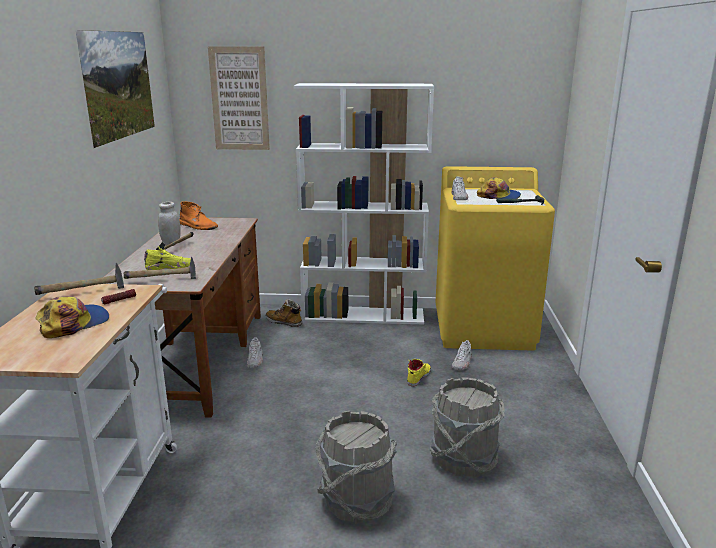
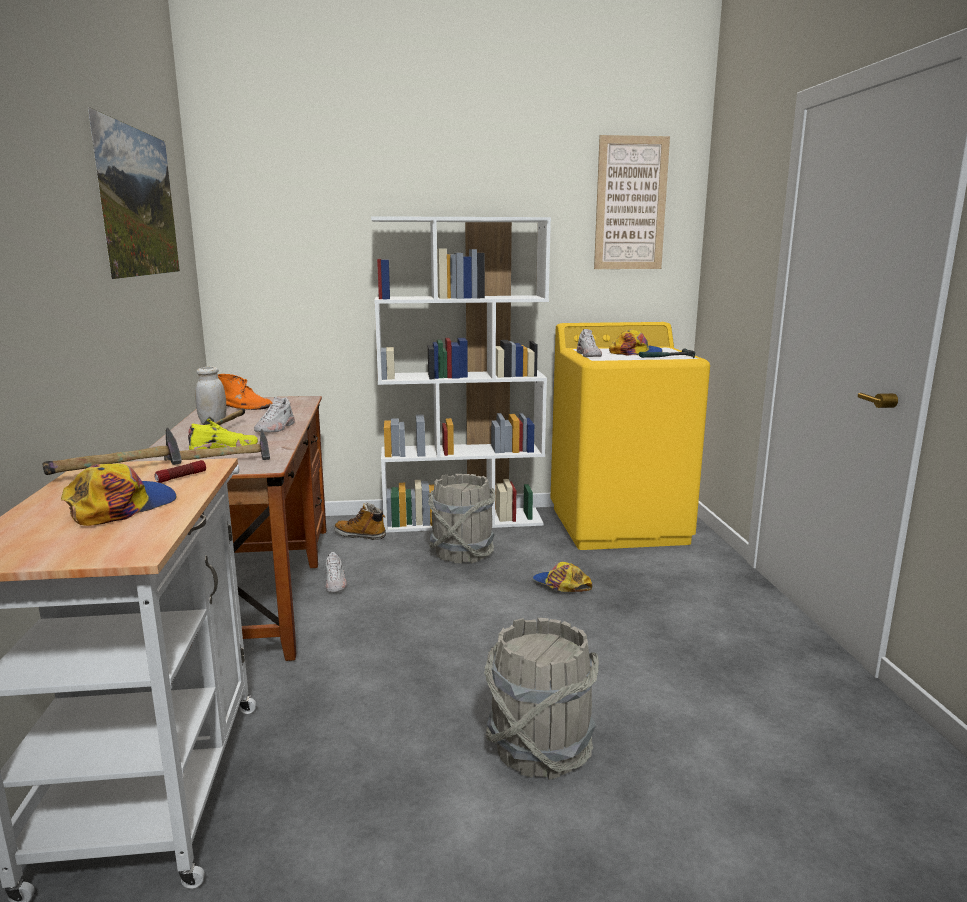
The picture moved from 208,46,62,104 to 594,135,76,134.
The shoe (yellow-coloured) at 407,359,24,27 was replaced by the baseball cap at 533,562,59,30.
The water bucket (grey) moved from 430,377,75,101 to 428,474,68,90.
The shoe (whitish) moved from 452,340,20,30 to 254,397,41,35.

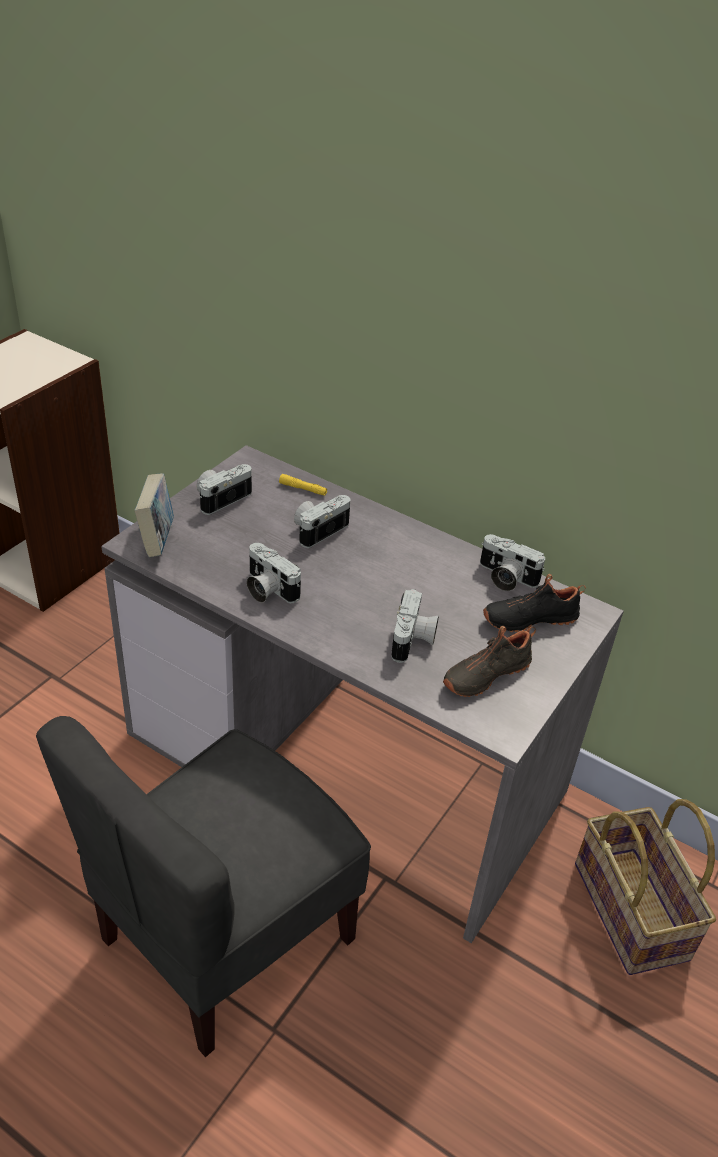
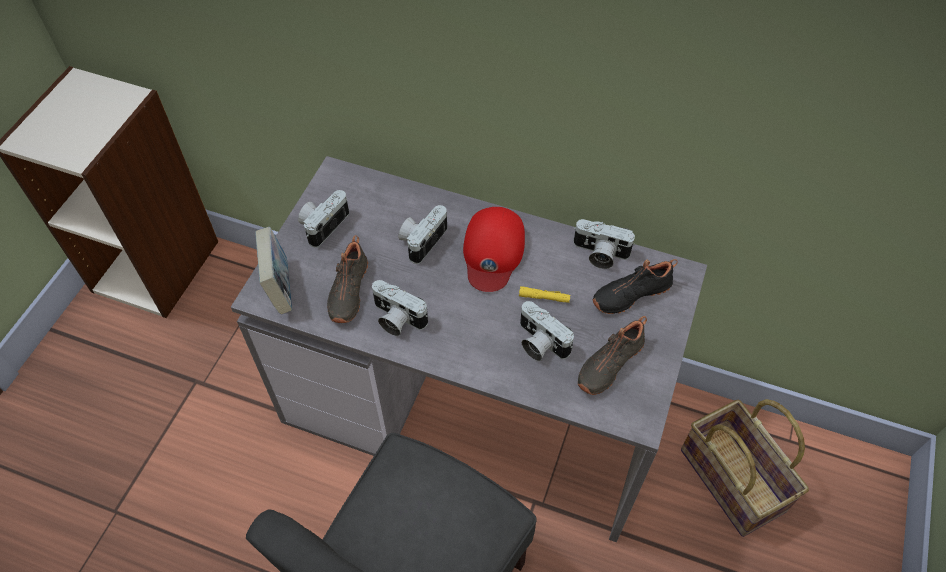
The flashlight (yellow-coloured) moved from 279,474,48,22 to 519,286,52,17.
The photo camera at 391,589,48,74 turned 135 degrees clockwise.
The shoe (blackish) at 327,235,41,88 appeared.
The baseball cap (reddish) at 463,207,62,85 appeared.

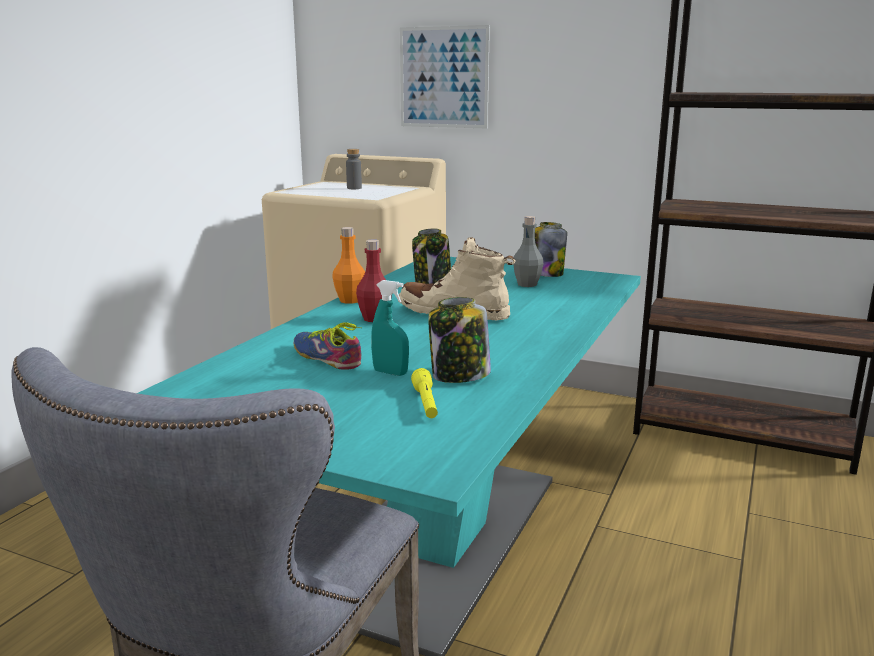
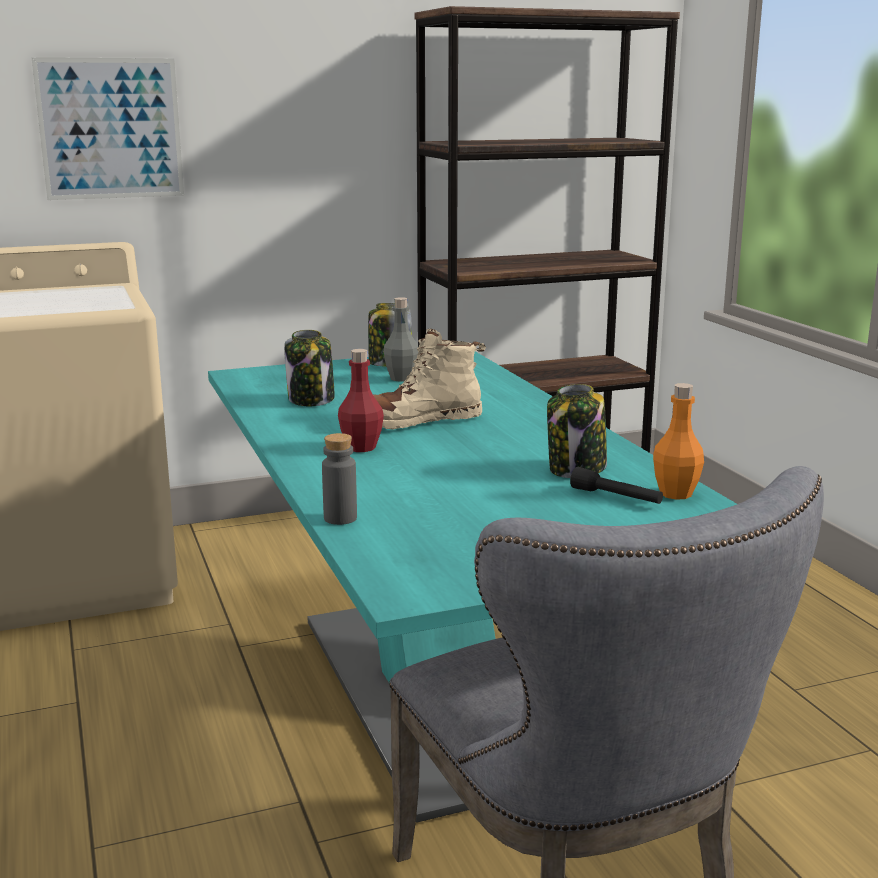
The shoe at 294,322,68,48 disappeared.
The bottle (orangey) moved from 332,227,33,77 to 653,383,51,117.
The bottle (grey) moved from 346,149,16,40 to 322,433,35,92.
The sprayer (turquoise-coloured) at 371,280,38,96 disappeared.
The flashlight (yellow-coloured) at 411,368,27,50 became the flashlight (blackish) at 570,467,93,37.

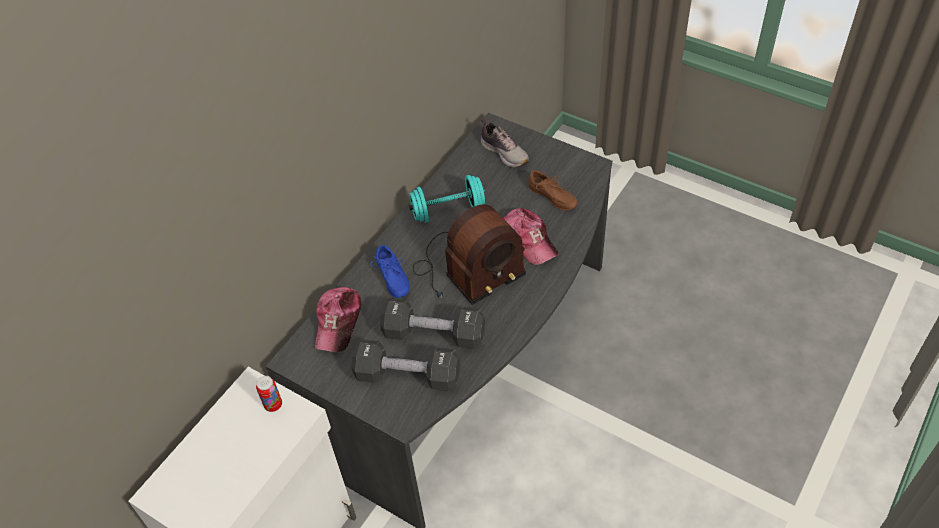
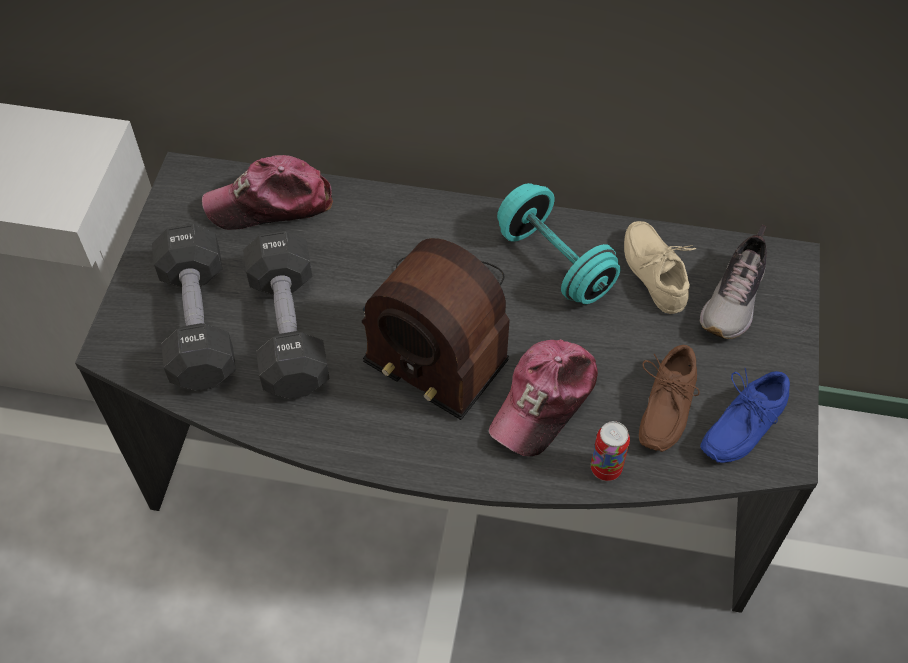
The metal can moved from 256,376,26,36 to 591,421,39,60.
The shoe (bluish) moved from 370,245,40,53 to 700,368,90,95.
The shoe (beige) at 624,221,72,93 appeared.

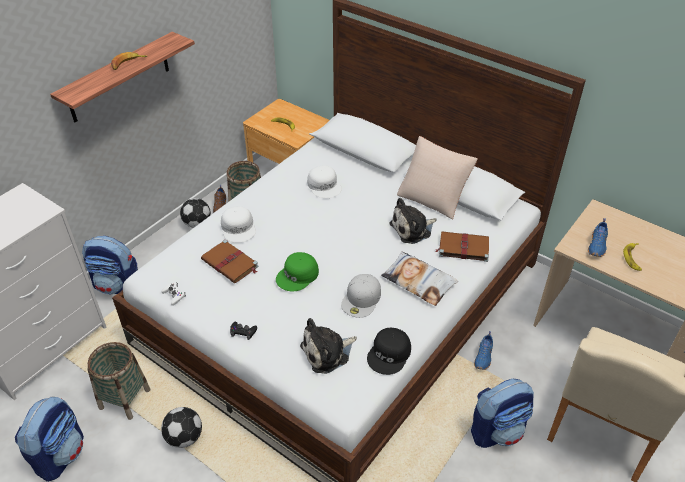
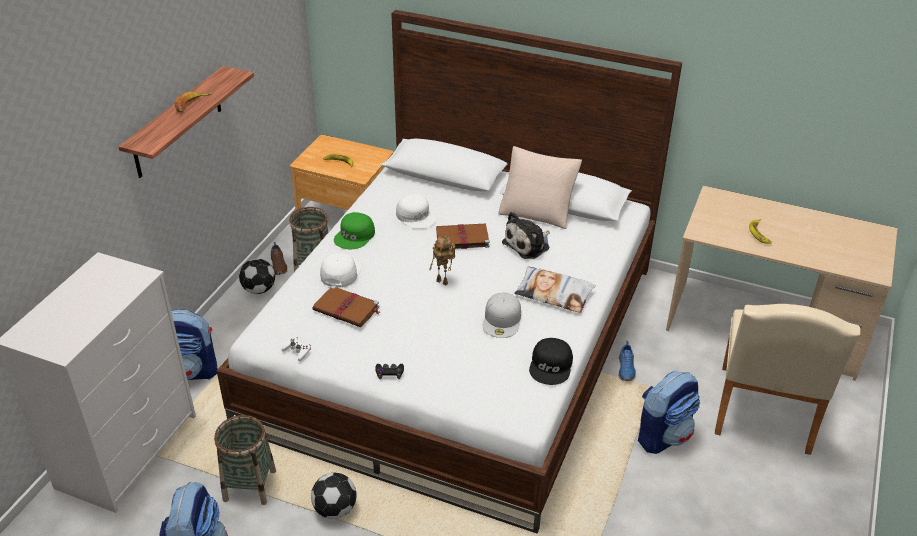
The baseball cap (whitish) at 221,206,35,37 turned 135 degrees counterclockwise.
The baseball cap (green) moved from 276,252,43,39 to 334,212,41,37.
The plush toy at 300,318,57,56 disappeared.
The book (brownish) moved from 435,231,54,31 to 433,224,57,25.
The shoe (bluish) at 588,218,20,39 disappeared.
The robot figure at 430,236,25,49 appeared.

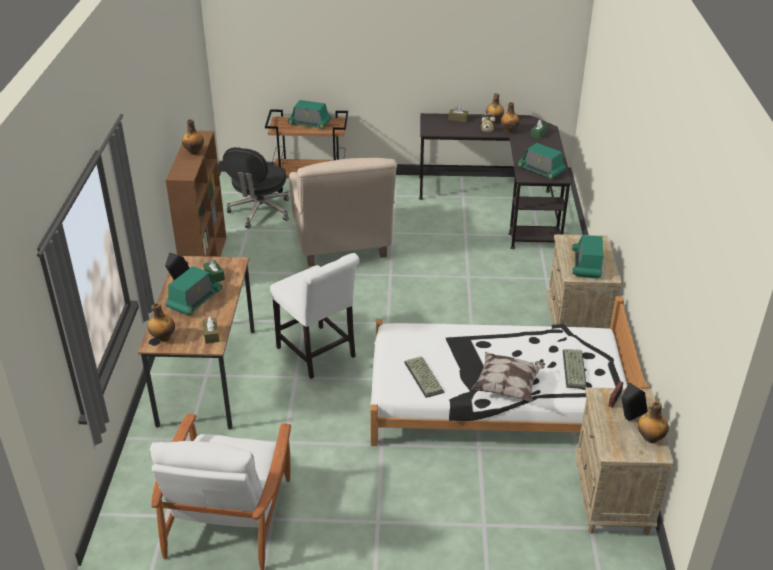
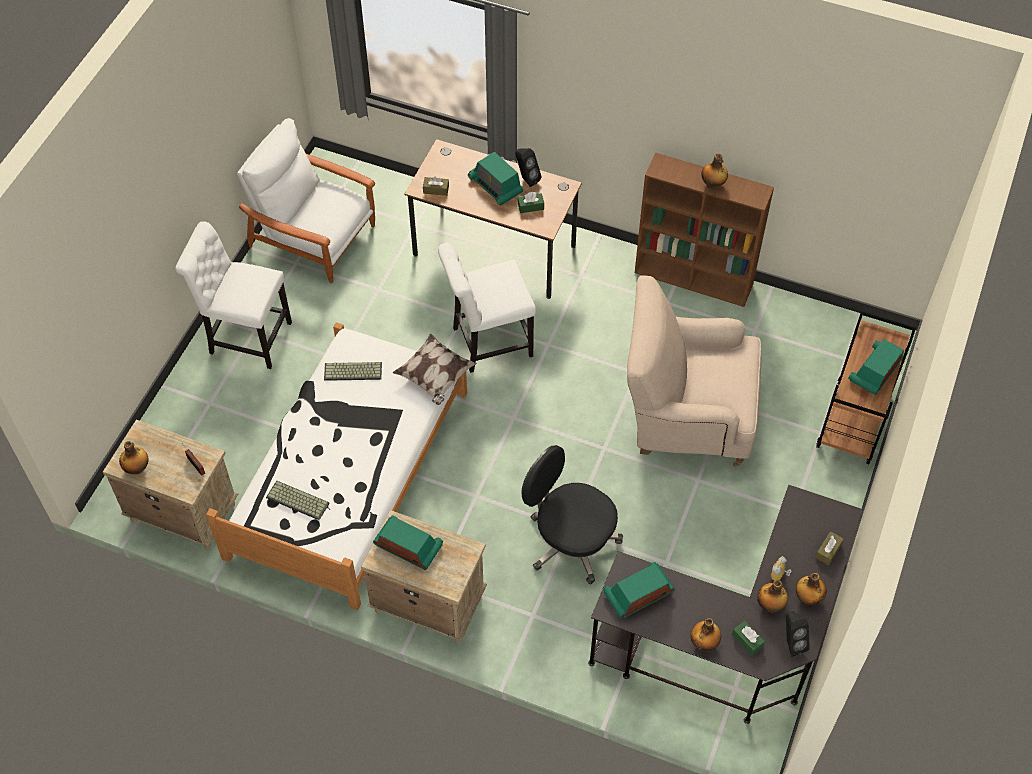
The bottle moved from 148,303,27,39 to 691,618,30,33.
The computer chair (blackish) moved from 223,147,66,81 to 521,445,102,139.
The pillow moved from 471,352,74,50 to 393,333,84,72.
The loudspeaker (blackish) moved from 622,382,25,39 to 786,611,24,46.
The chair (whitish) at 175,221,117,148 appeared.

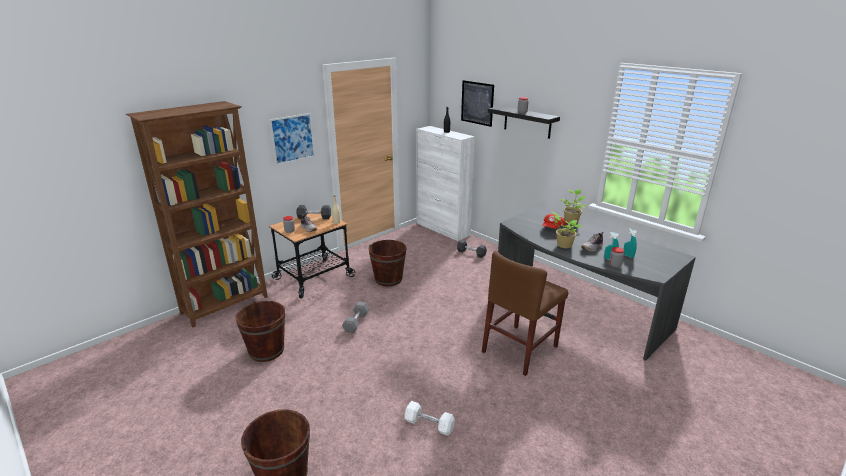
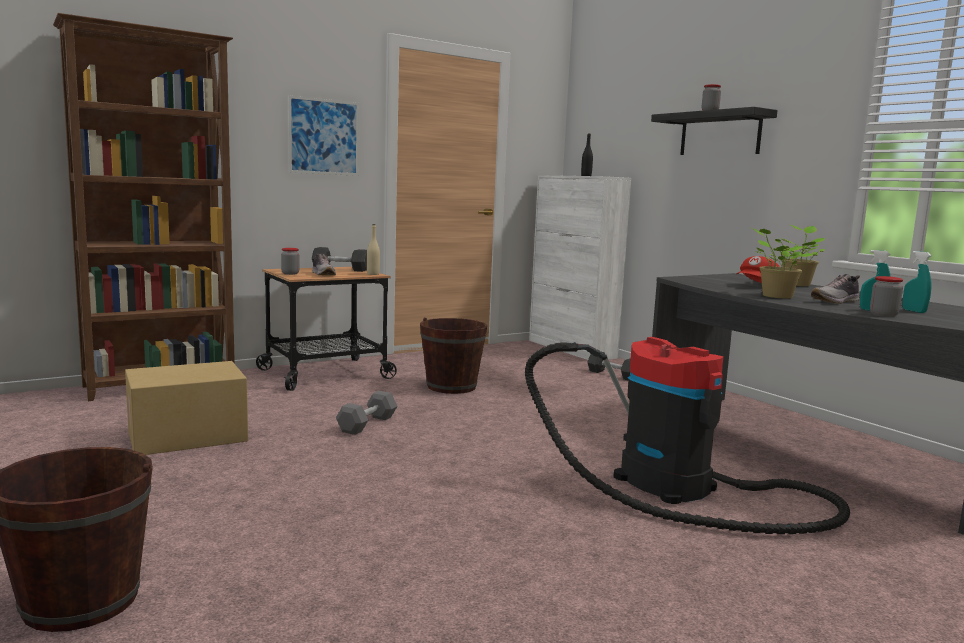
The water bucket (brownish) at 235,301,50,61 was replaced by the packing box at 125,361,123,94.
The dumbbell (whitish) at 404,401,51,35 disappeared.
The picture at 461,80,33,47 disappeared.
The chair (brownish) at 482,251,86,125 was replaced by the hoover at 525,337,325,197.

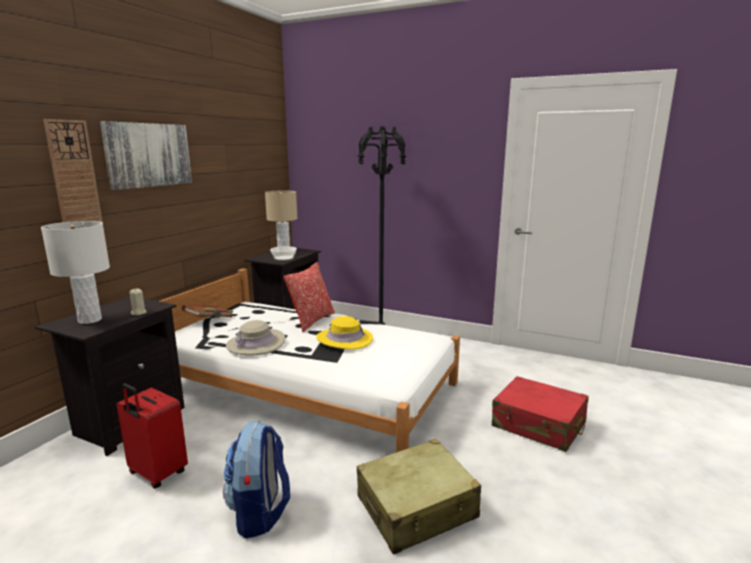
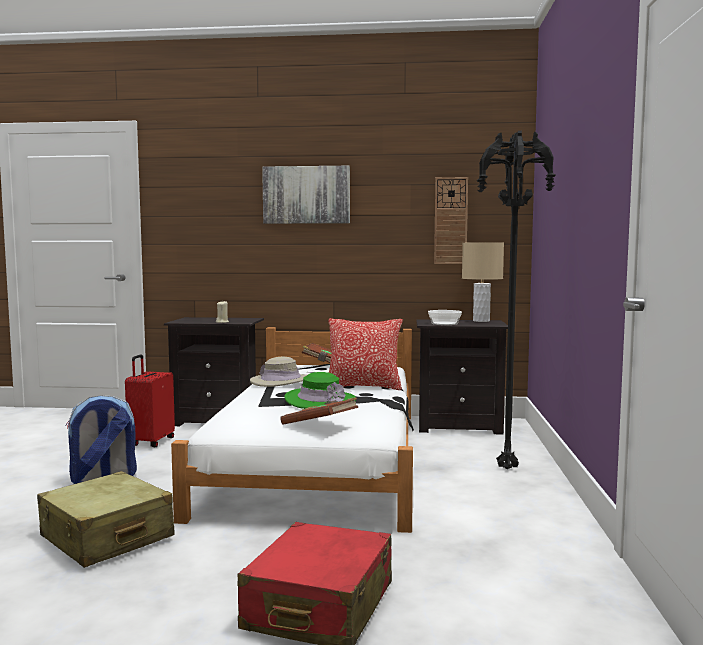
The lamp for a table (whitish) at 41,221,69,103 disappeared.
The hanging clock moved from 43,119,60,104 to 434,177,34,87.
The wearable hat (yellow-coloured) at 316,316,57,34 became the wearable hat (green) at 285,372,71,37.
The book (brownish) at 280,397,78,28 appeared.

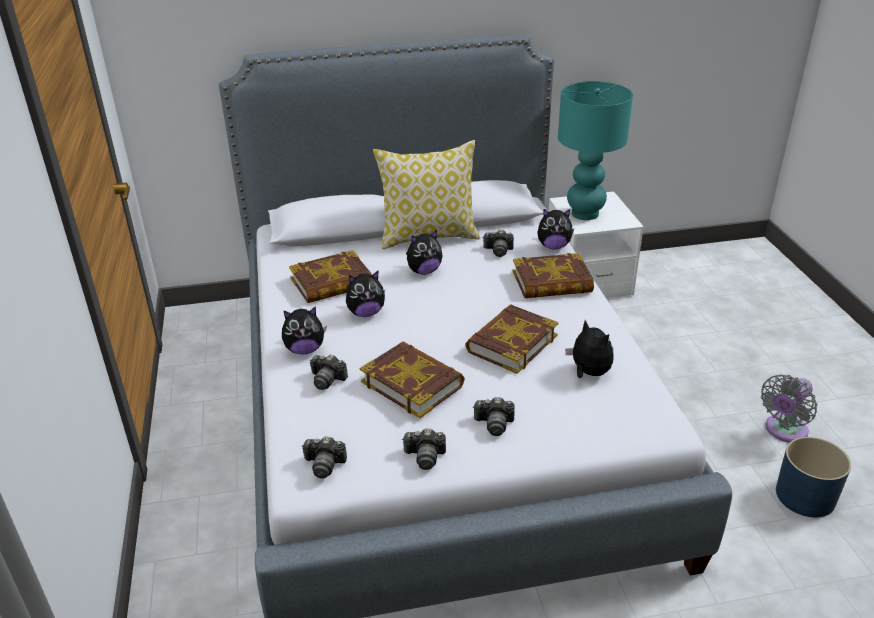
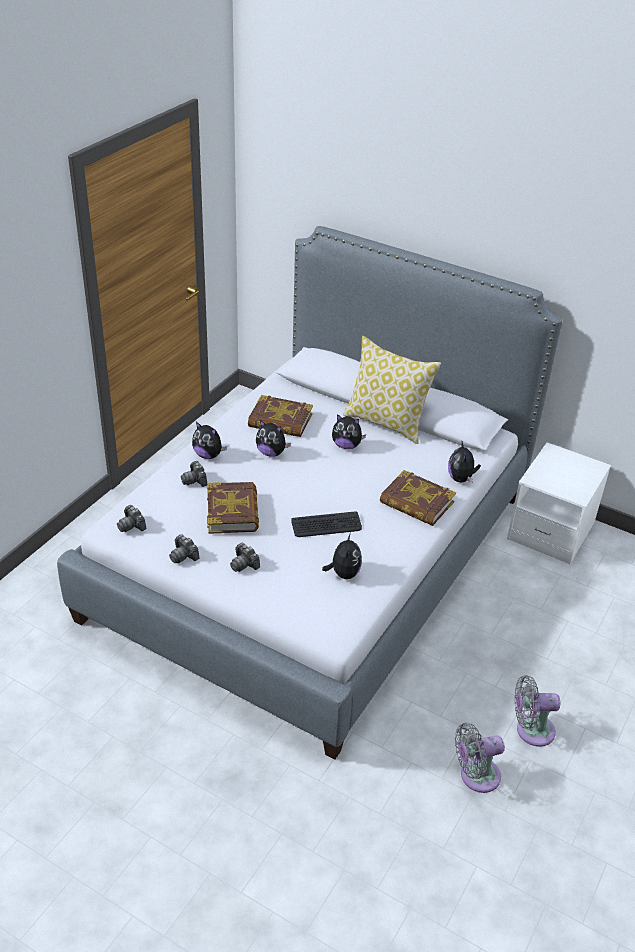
The book at 465,304,94,70 was replaced by the computer keyboard at 291,511,71,26.
The photo camera at 482,230,32,27 disappeared.
The plush toy at 537,209,37,40 turned 45 degrees clockwise.
The lamp for a table (turquoise-coloured) at 558,81,75,139 disappeared.
The flower pot (bluish) at 776,437,75,80 was replaced by the fan (grey) at 455,723,50,70.

